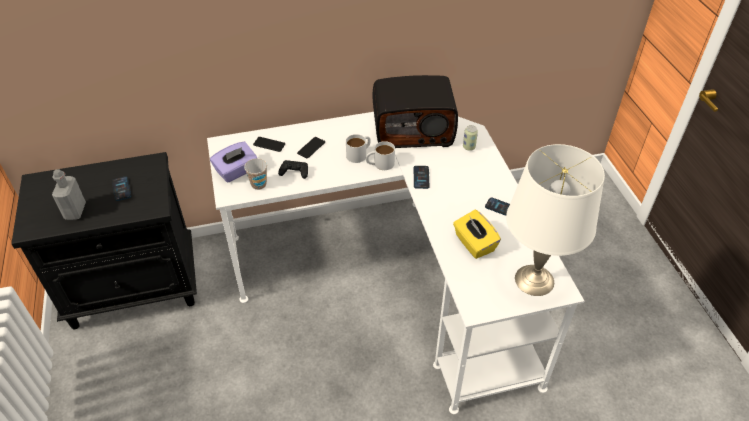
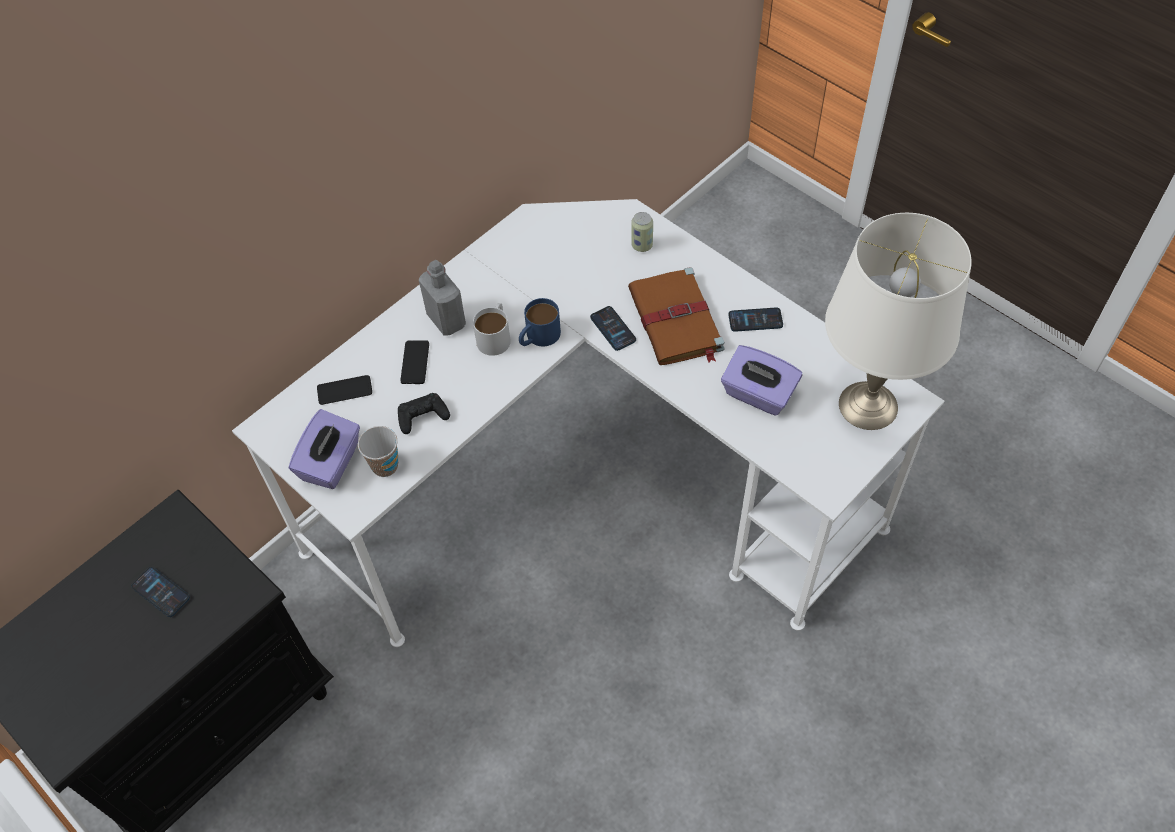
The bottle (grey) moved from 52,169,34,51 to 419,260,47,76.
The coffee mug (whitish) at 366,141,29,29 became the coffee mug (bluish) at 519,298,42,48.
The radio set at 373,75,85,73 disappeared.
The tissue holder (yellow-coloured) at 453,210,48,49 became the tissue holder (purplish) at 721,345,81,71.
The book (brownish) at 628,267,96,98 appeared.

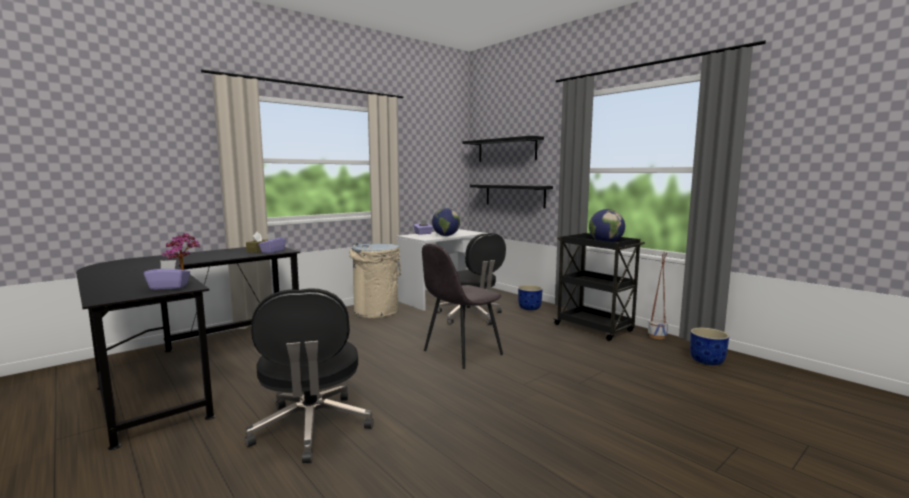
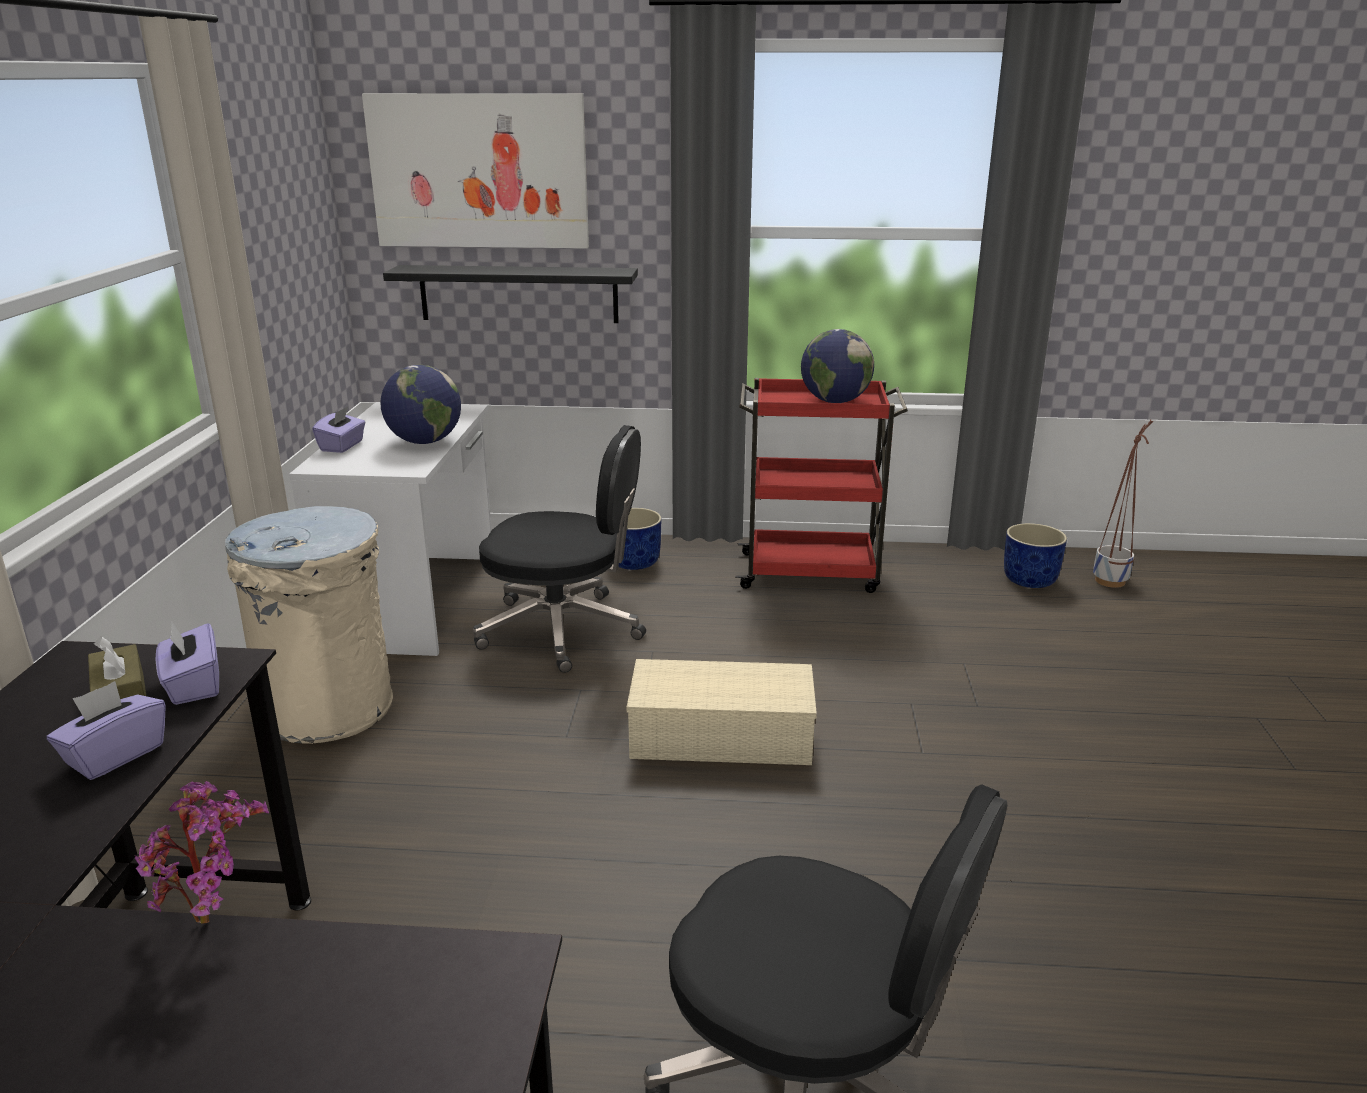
The tissue holder (purplish) moved from 144,260,46,30 to 47,681,119,99.
The chair (grey) at 422,244,81,125 was replaced by the storage bin (beige) at 627,659,190,106.
The shelf (blackish) at 462,136,82,26 was replaced by the picture at 362,93,227,155.
The cart (blackish) at 553,233,92,108 became the cart (reddish) at 735,378,173,215.
The flower pot moved from 648,253,20,86 to 1093,420,60,168.

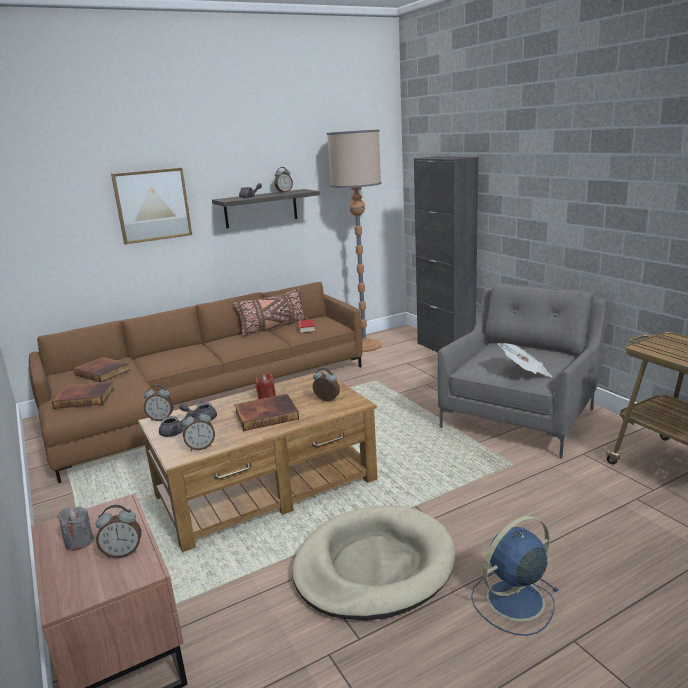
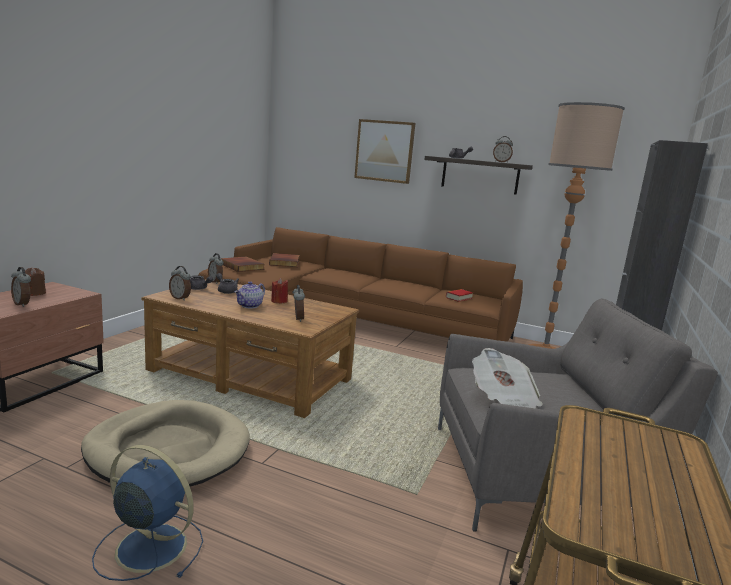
The wax light (grey) at 58,506,36,44 became the wax light (brownish) at 25,268,21,28.
The pillow (brownish) at 233,288,75,48 disappeared.
The book at 234,394,65,37 was replaced by the pot for tea at 235,282,30,26.

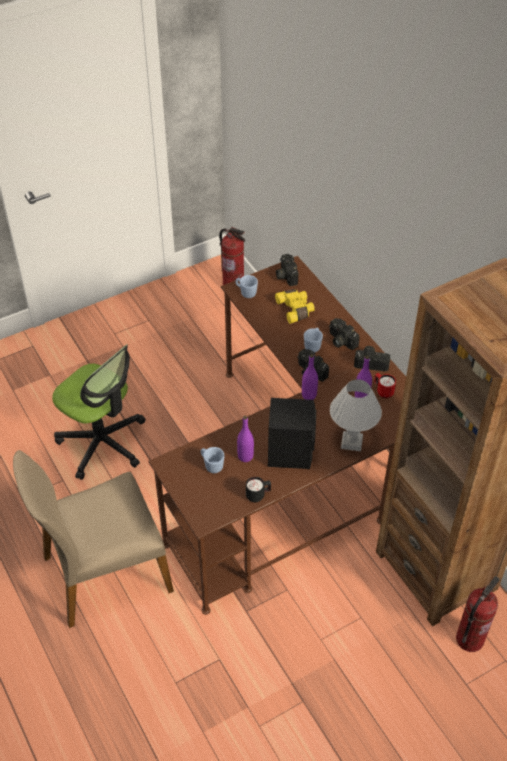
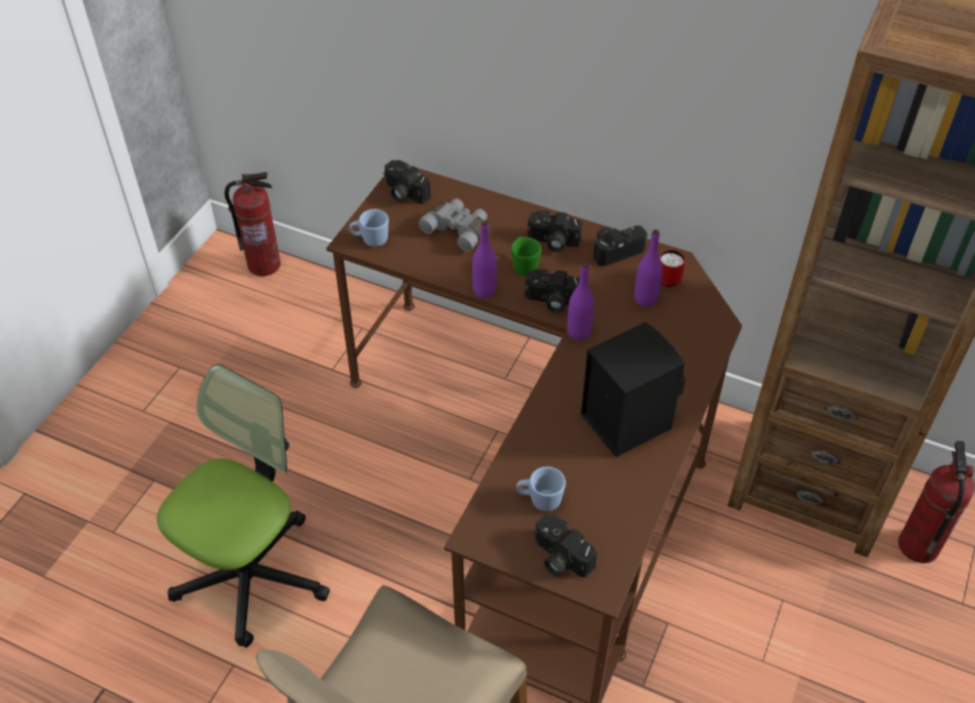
The computer chair at 52,345,94,135 turned 60 degrees counterclockwise.
The bottle (purplish) moved from 237,416,17,46 to 472,221,25,77.
The coffee mug (blackish) at 246,477,25,26 disappeared.
The pair of binoculars (yellow-coloured) at 275,289,40,35 became the pair of binoculars (grey) at 418,198,69,54.
The coffee mug (bluish) at 304,328,19,25 became the coffee mug (green) at 511,236,30,40.
The lamp for a table (whitish) at 330,379,52,72 disappeared.
The photo camera at 534,514,63,64 appeared.

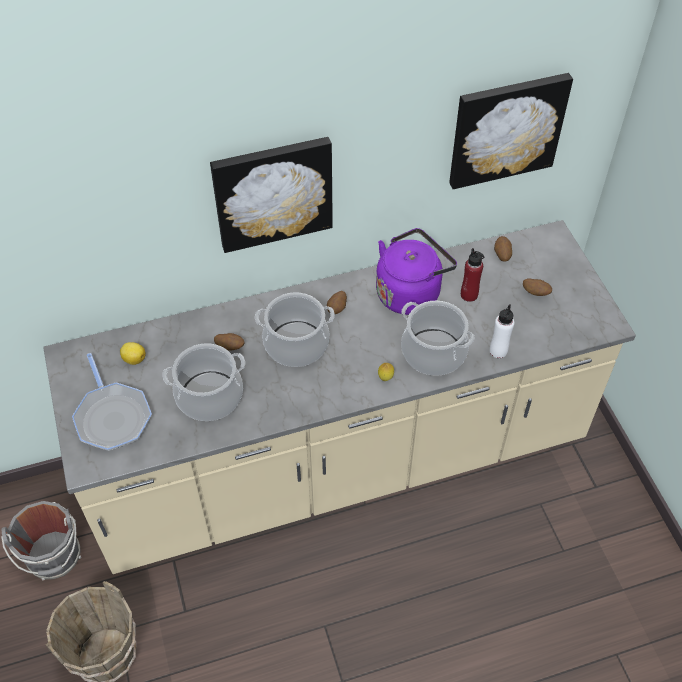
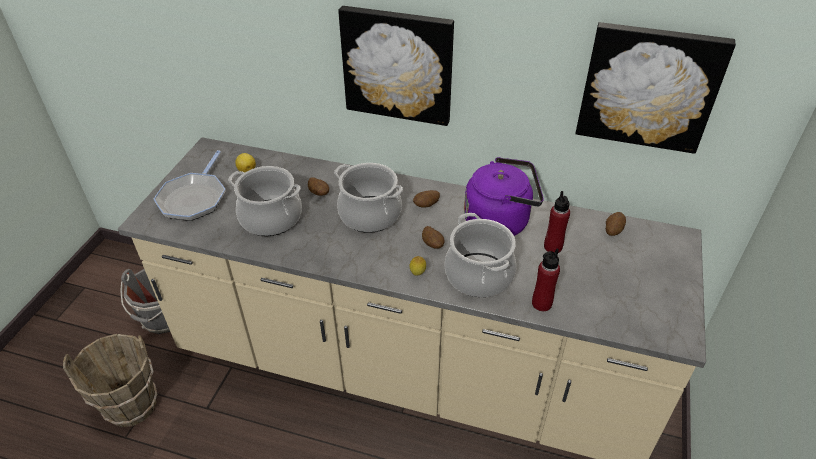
The bottle (whitish) at 489,304,25,54 became the bottle (reddish) at 532,248,28,63.
The potato moved from 523,278,29,18 to 422,226,22,23.

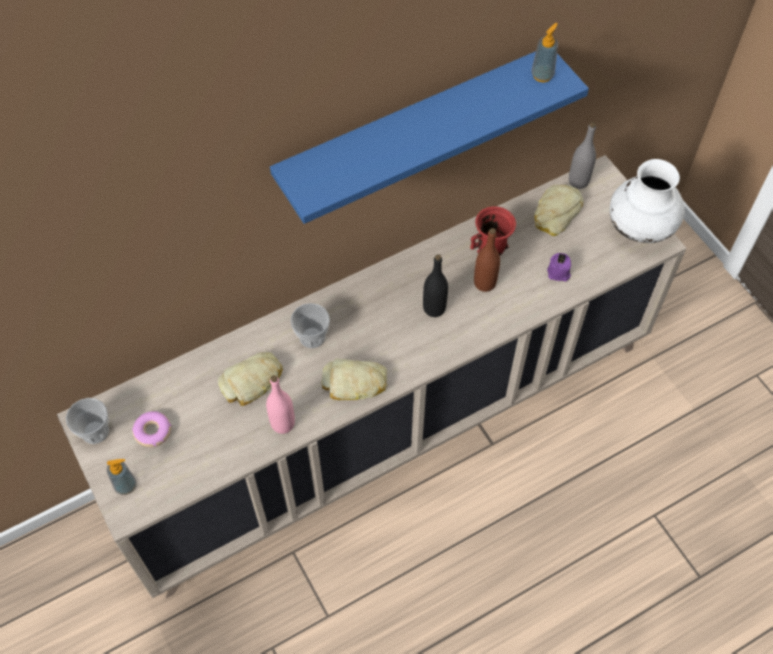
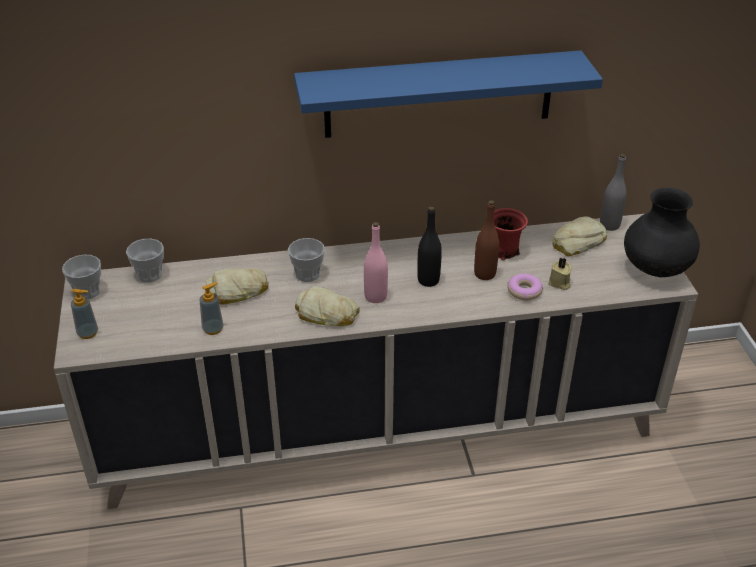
The donut moved from 132,411,40,36 to 507,274,36,26.
The bottle (pink-coloured) moved from 266,375,29,59 to 364,222,24,81.
The soap bottle moved from 531,23,27,59 to 200,282,24,53.
The wax light (purplish) at 547,253,24,29 became the wax light (beige) at 548,258,24,32.
The vase (whitish) at 610,159,75,84 became the vase (blackish) at 624,188,76,89.
The small cup at 126,239,38,43 appeared.

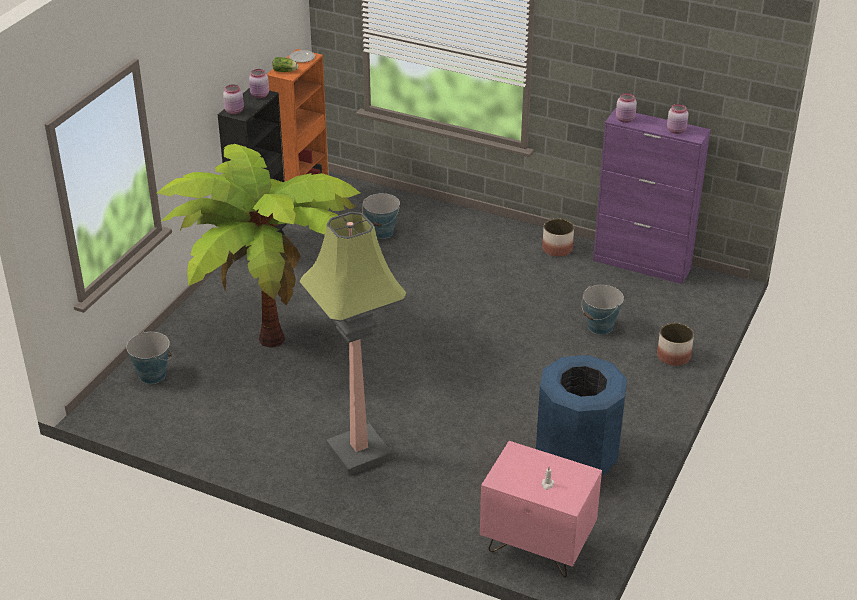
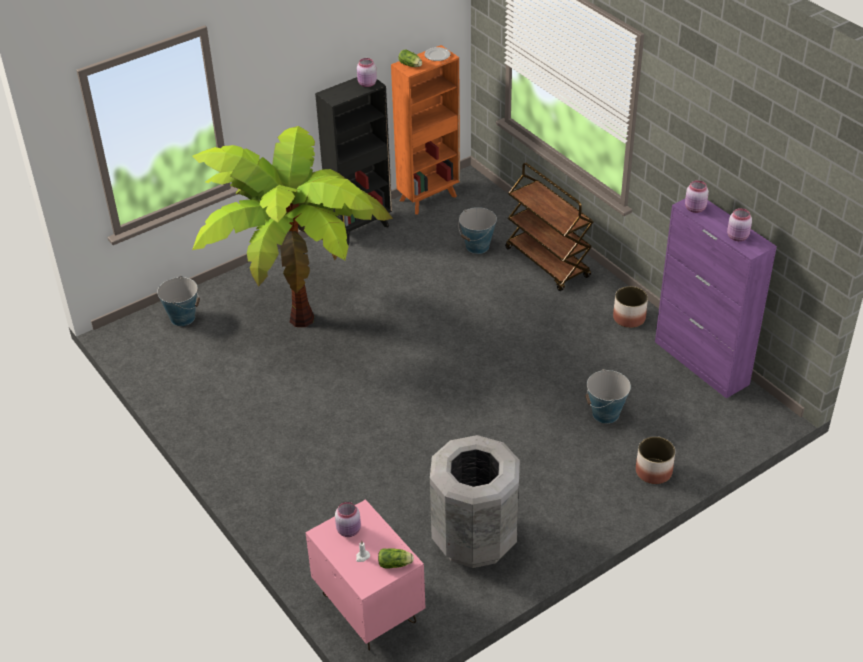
The storage jar (pink-coloured) moved from 223,84,21,30 to 335,502,26,35.
The standard lamp at 299,212,108,263 disappeared.
The trash can (bluish) at 536,355,91,121 became the trash can (grey) at 430,435,90,133.
The head of lettuce at 378,548,36,21 appeared.
The cart (brownish) at 505,163,88,128 appeared.

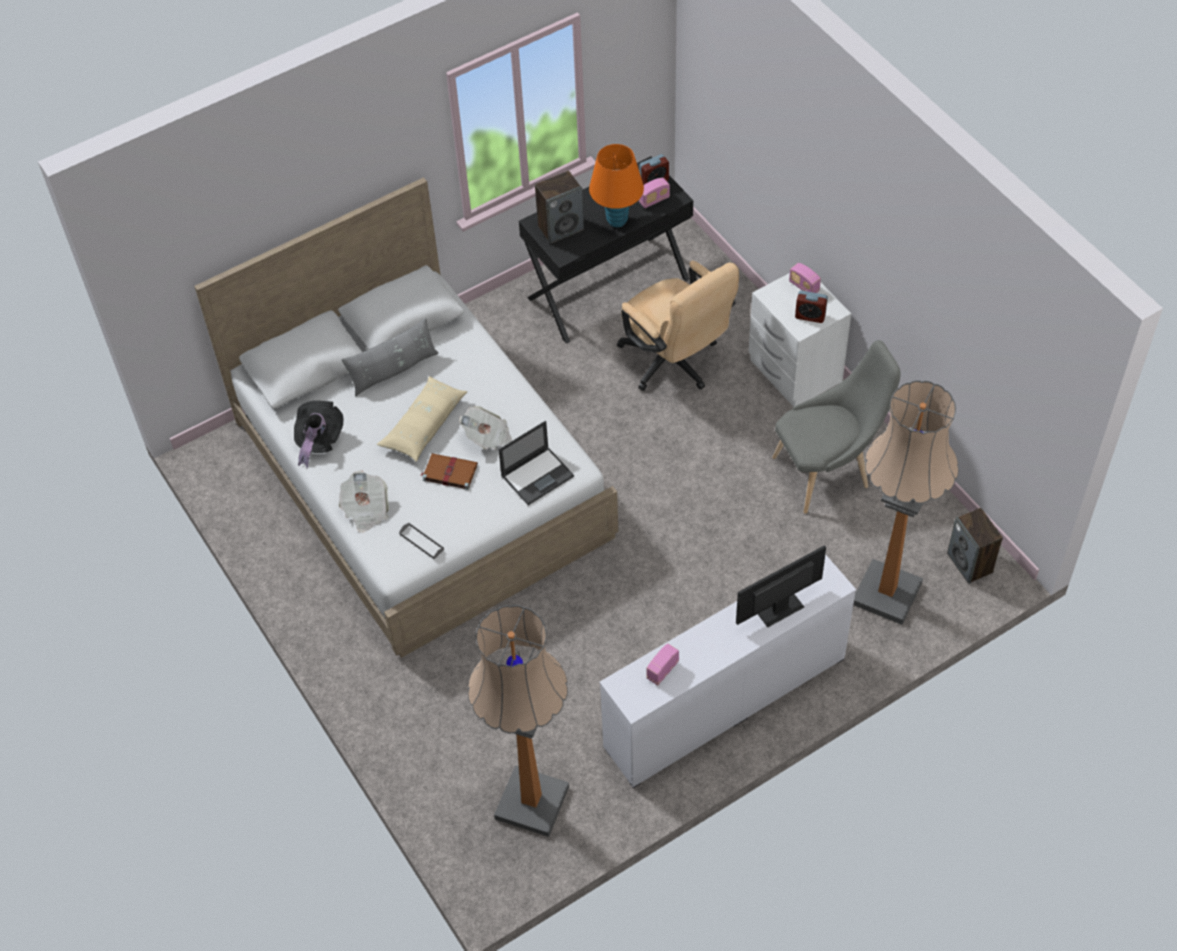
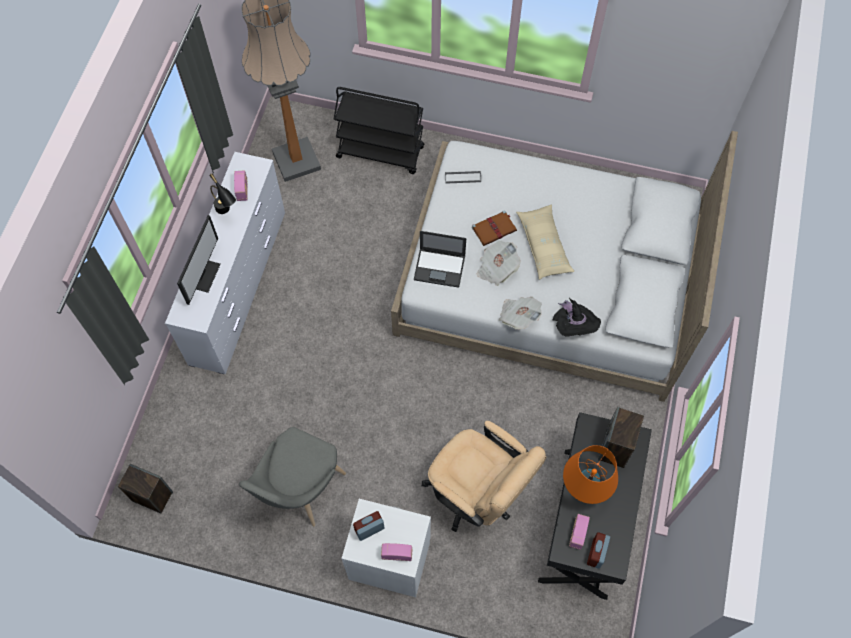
The wearable hat (blackish) moved from 294,401,49,67 to 553,298,48,39.
The daily paper moved from 339,470,50,63 to 499,297,43,32.
The pillow (grey) at 341,318,98,79 disappeared.
The notebook computer at 498,421,76,84 turned 90 degrees counterclockwise.
The computer chair (beige) at 617,261,122,130 turned 150 degrees counterclockwise.
The standard lamp at 853,380,106,245 disappeared.
The lamp for a table (blackish) at 209,173,27,41 appeared.
The cart (blackish) at 334,87,91,87 appeared.

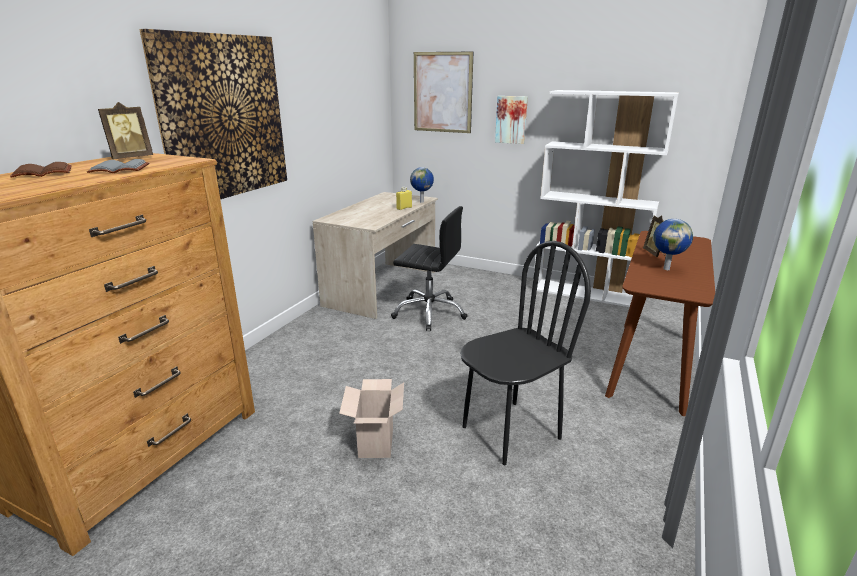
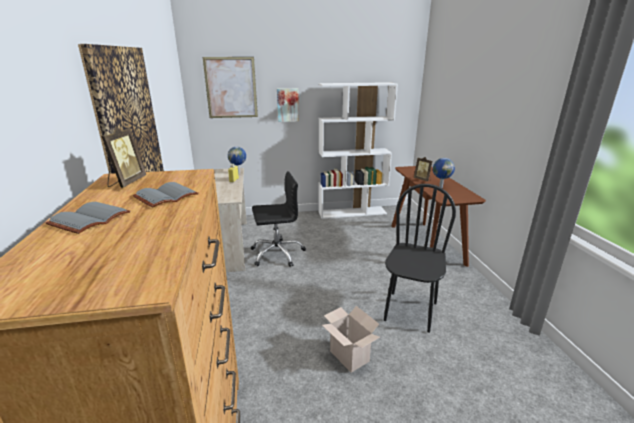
The book (brownish) at 10,162,62,16 became the book (grey) at 46,202,85,32.

